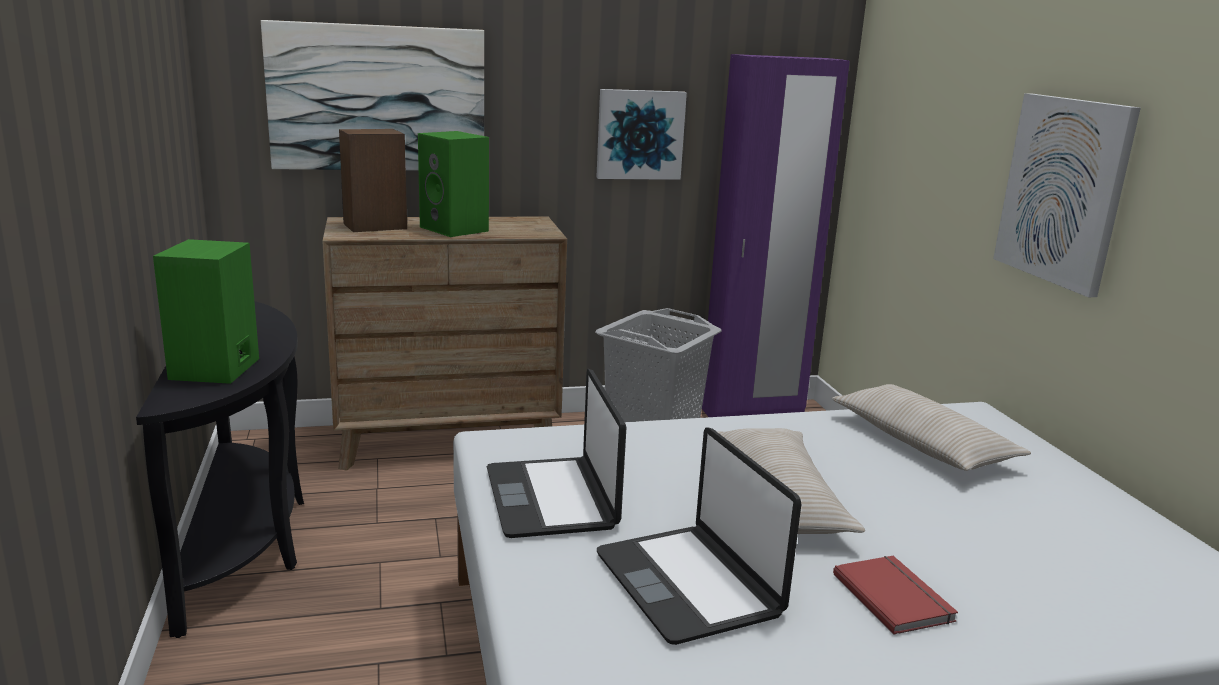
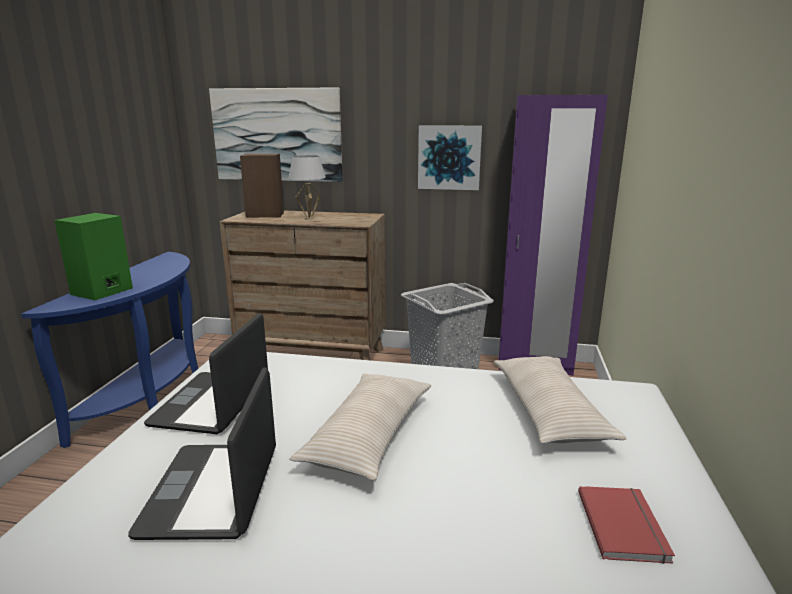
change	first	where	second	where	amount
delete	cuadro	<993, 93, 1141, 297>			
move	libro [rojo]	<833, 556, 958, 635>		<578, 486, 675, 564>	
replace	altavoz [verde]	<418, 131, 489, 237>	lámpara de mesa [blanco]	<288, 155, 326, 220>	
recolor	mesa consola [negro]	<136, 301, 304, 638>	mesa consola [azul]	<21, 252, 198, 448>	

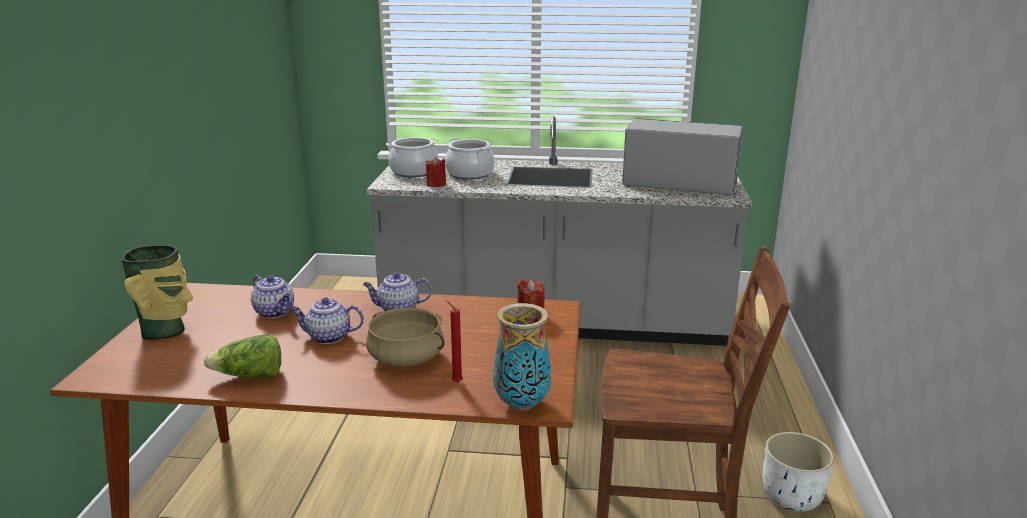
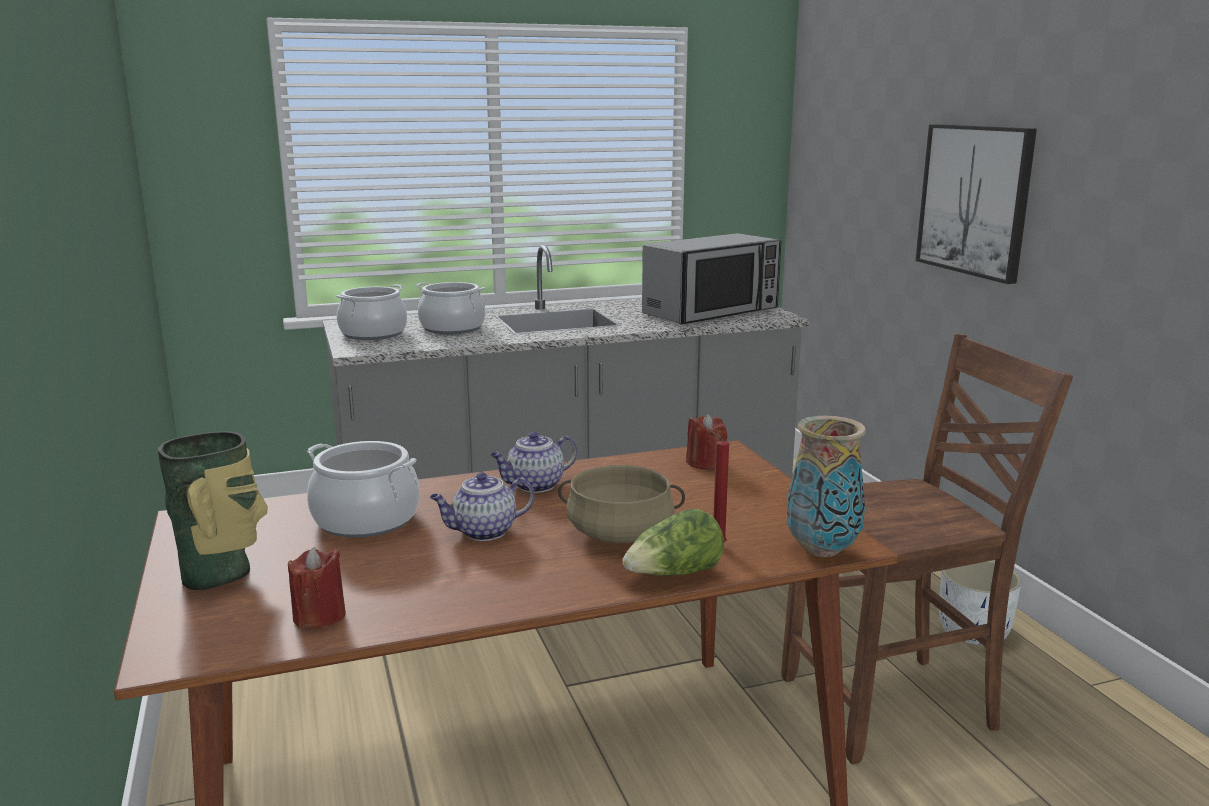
change	first	where	second	where	amount
insert			cuadro	<916, 124, 1037, 284>	
move	lechuga	<204, 335, 281, 378>		<623, 509, 724, 576>	
move	vela [rojo]	<426, 156, 446, 187>		<288, 547, 346, 629>	
replace	tetera	<251, 275, 294, 318>	olla	<307, 441, 420, 538>	
rotate	microondas	<622, 118, 743, 196>		<642, 233, 781, 324>	150 degrees clockwise

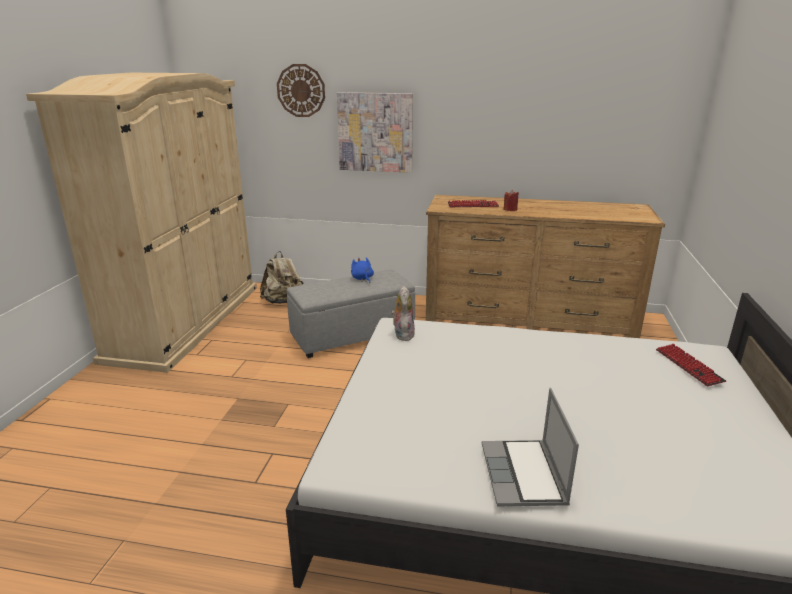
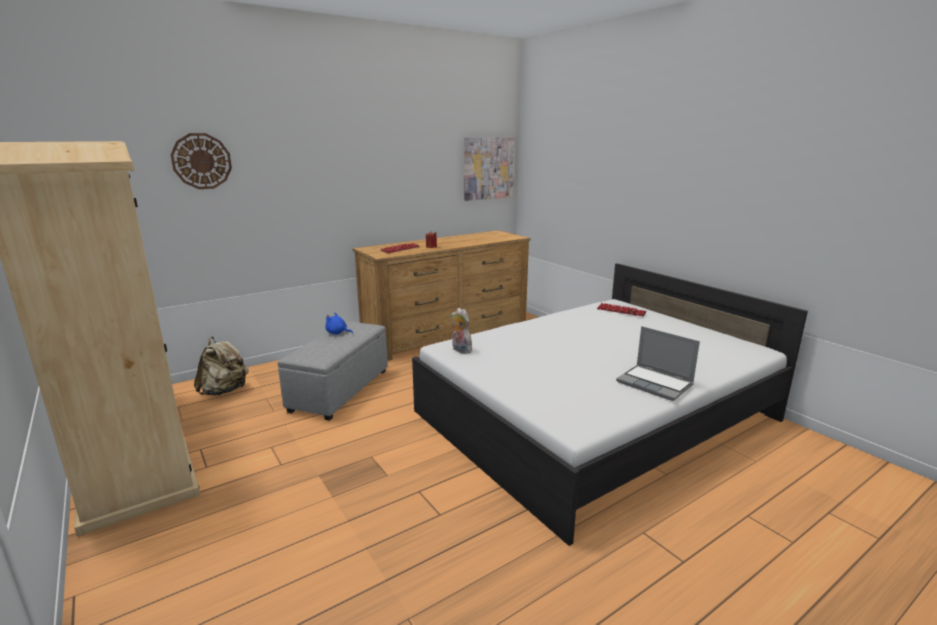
change	first	where	second	where	amount
move	cuadro	<337, 92, 413, 173>		<464, 137, 515, 201>	

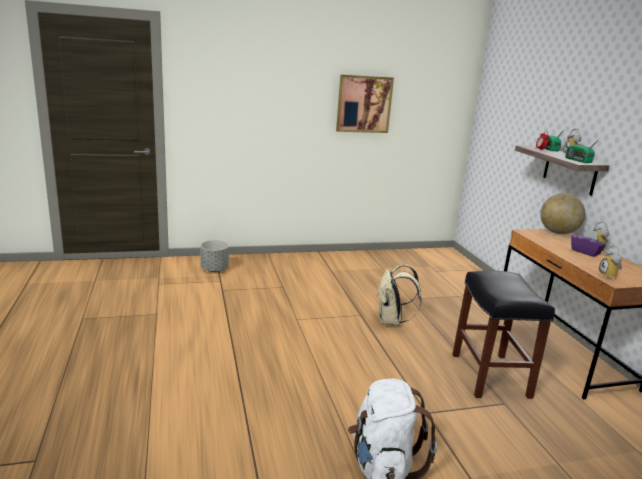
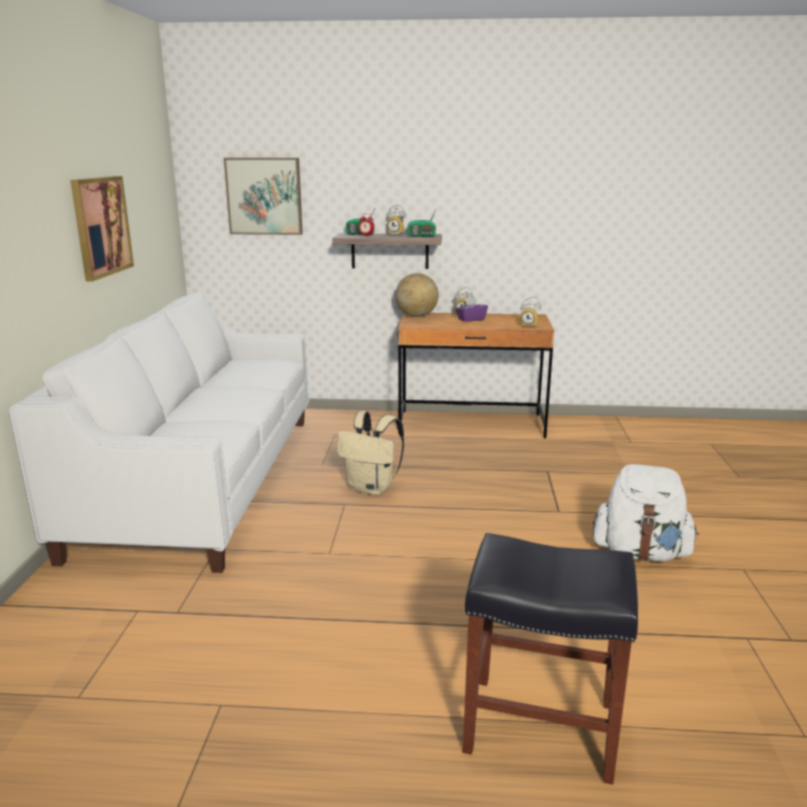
change	first	where	second	where	amount
delete	maceta [gris]	<200, 240, 229, 272>			
insert			sofá [blanco]	<9, 292, 309, 573>	
insert			cuadro	<224, 158, 303, 235>	
move	taburete [negro]	<452, 270, 555, 399>		<463, 533, 638, 784>	

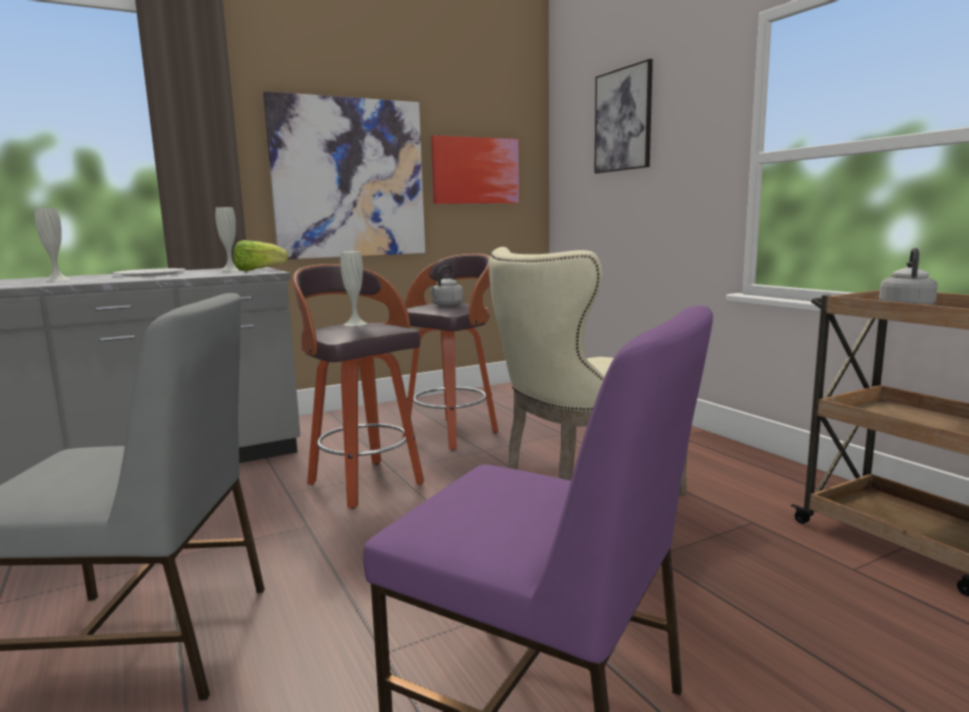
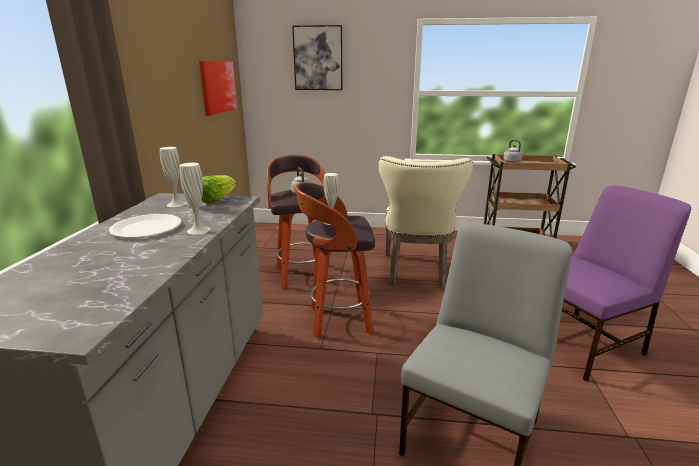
change	first	where	second	where	amount
delete	cuadro	<263, 91, 425, 259>			
move	florero [blanco]	<35, 208, 70, 281>		<179, 163, 211, 235>	

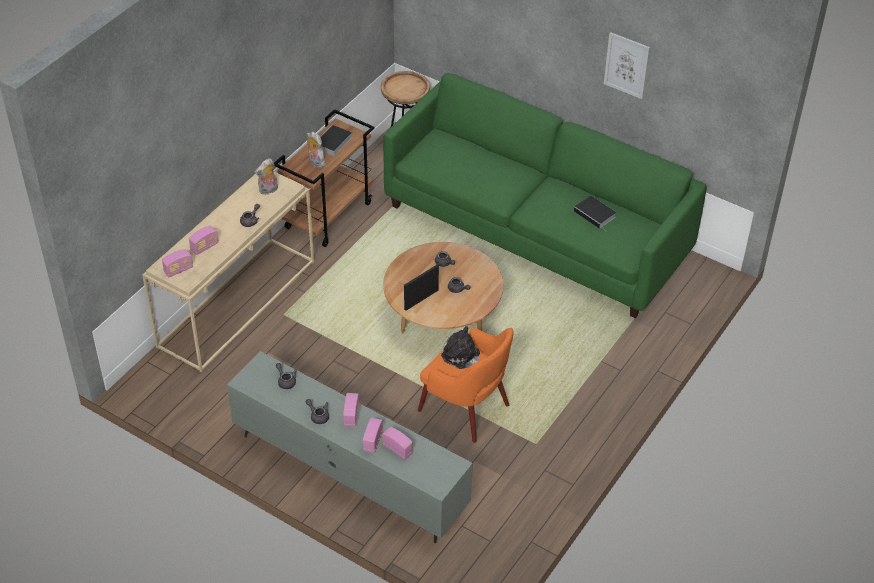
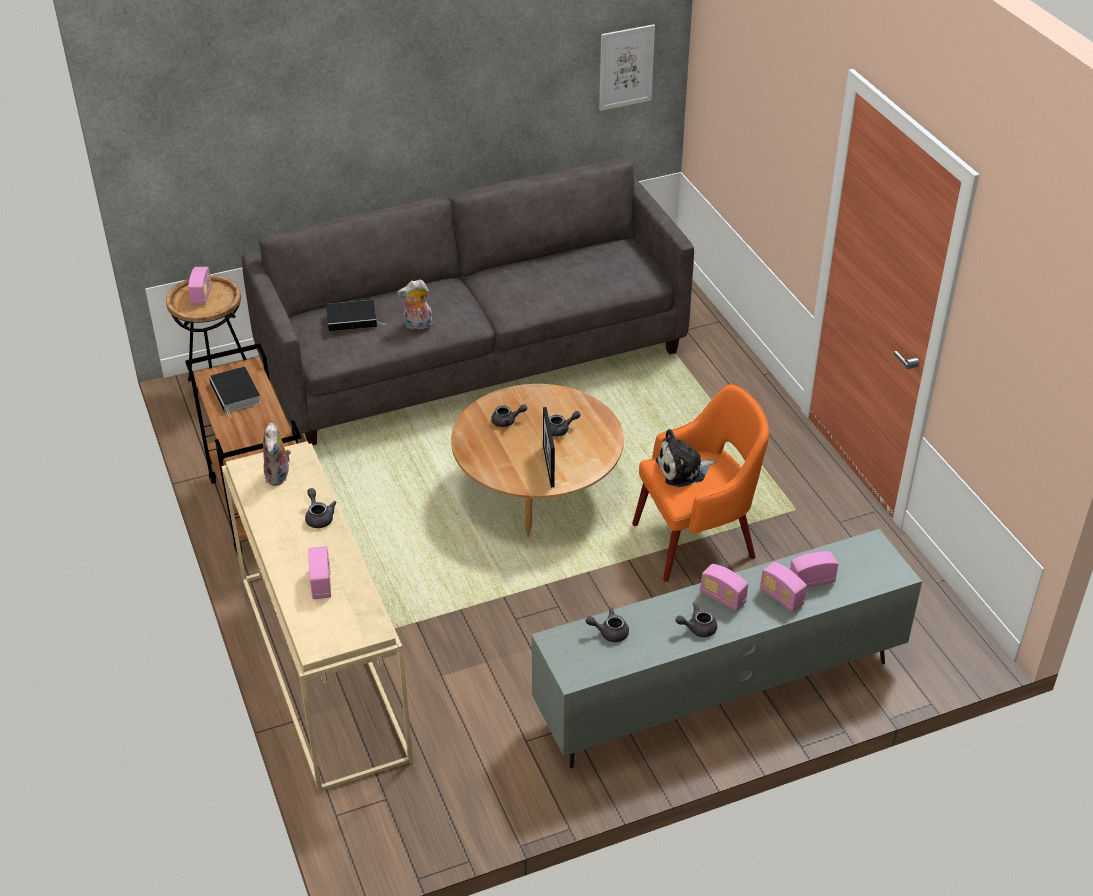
change	first	where	second	where	amount
move	radio	<162, 249, 193, 277>		<188, 267, 212, 305>	
move	peluche	<307, 132, 326, 168>		<397, 279, 434, 331>	
move	libro	<574, 196, 616, 231>		<326, 300, 386, 331>	
move	cuadro	<604, 32, 650, 99>		<599, 24, 655, 111>	
recolor	sofá [verde]	<383, 73, 707, 318>	sofá [gris]	<242, 159, 694, 445>	

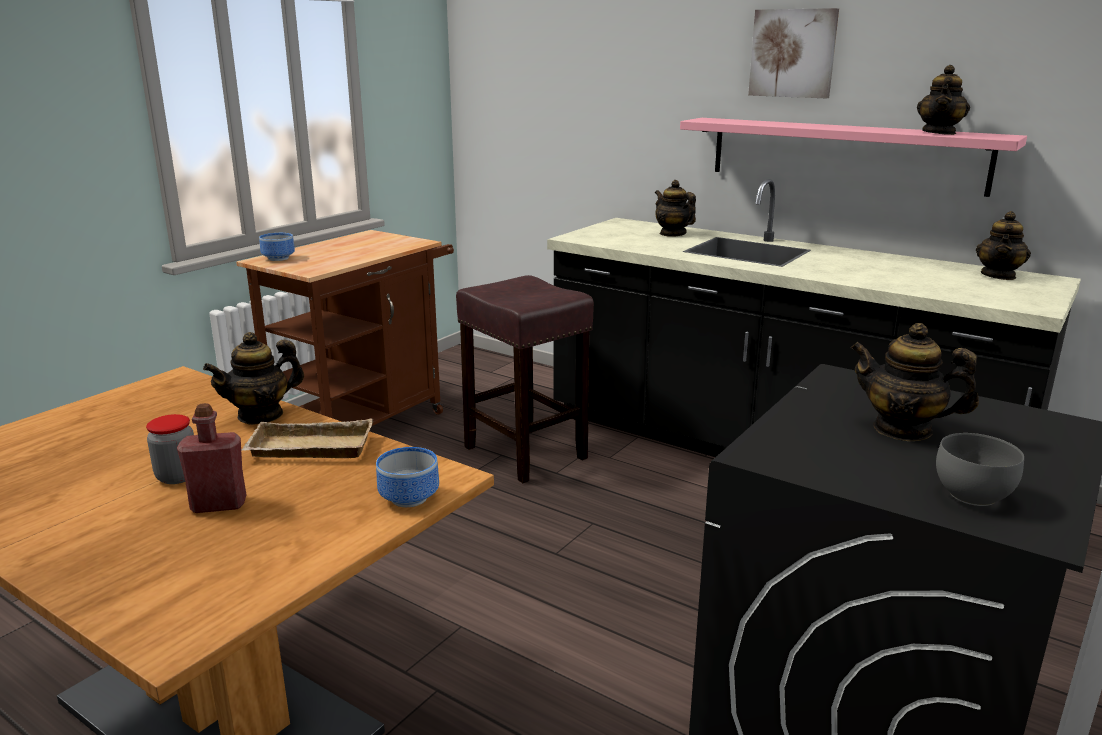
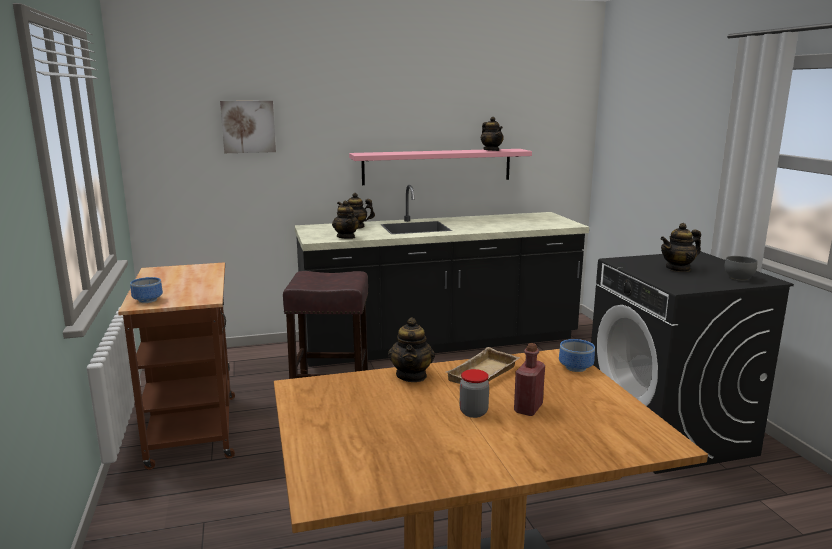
change	first	where	second	where	amount
move	cuadro	<748, 8, 839, 98>		<220, 101, 276, 153>	
move	tetera	<976, 211, 1031, 280>		<332, 201, 359, 239>	

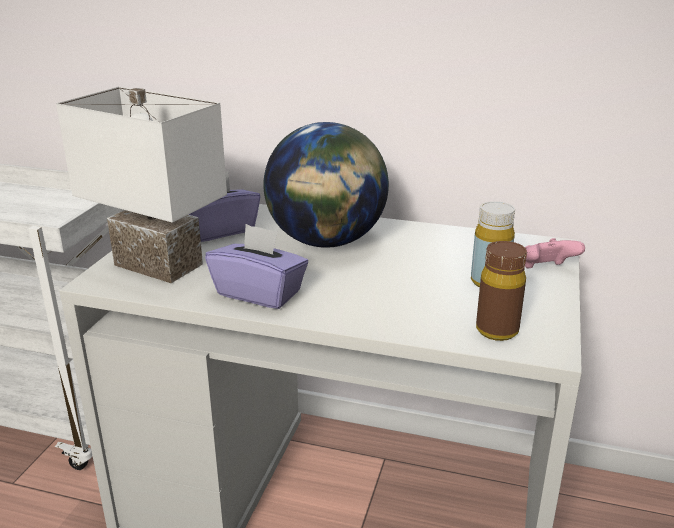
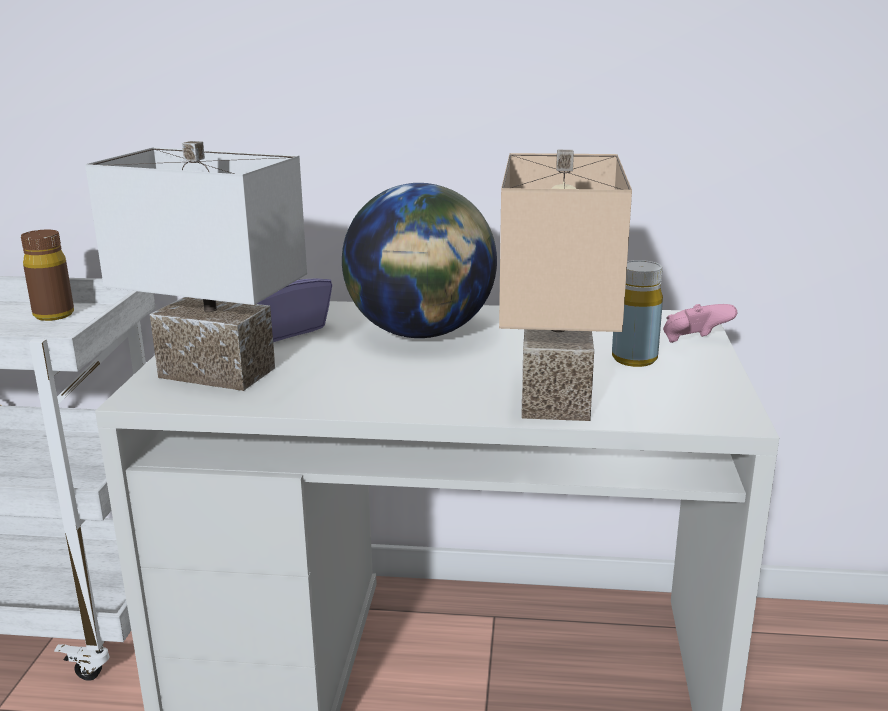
change	first	where	second	where	amount
delete	caja de pañuelos [morado]	<205, 224, 308, 309>			
insert			lámpara de mesa [beis]	<499, 150, 632, 421>	
move	botella [marrón]	<476, 241, 527, 341>		<21, 230, 74, 321>	

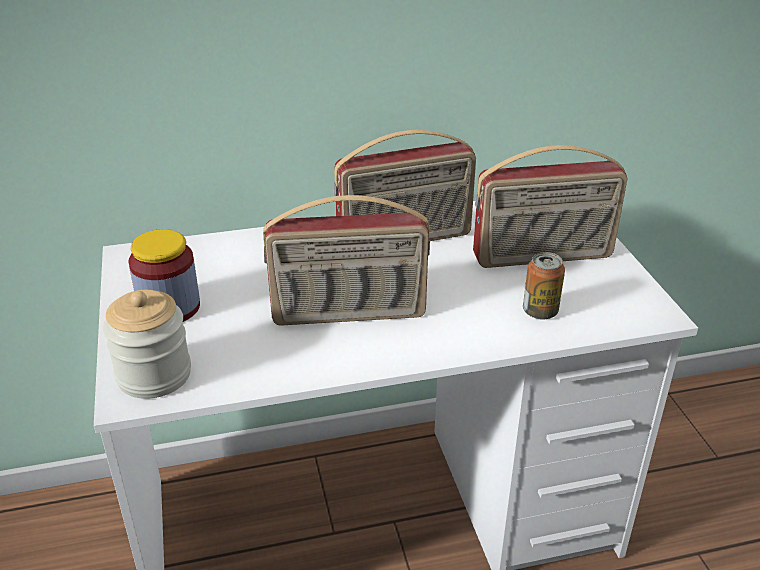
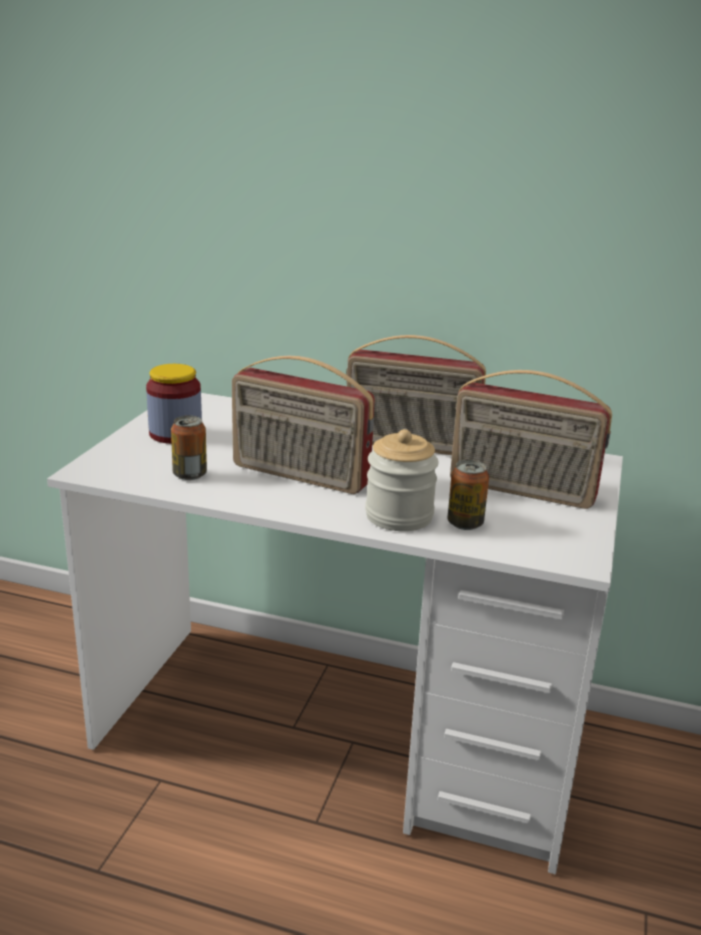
change	first	where	second	where	amount
insert			lata	<171, 415, 207, 480>	
move	tarro	<103, 290, 191, 399>		<365, 429, 439, 531>	

